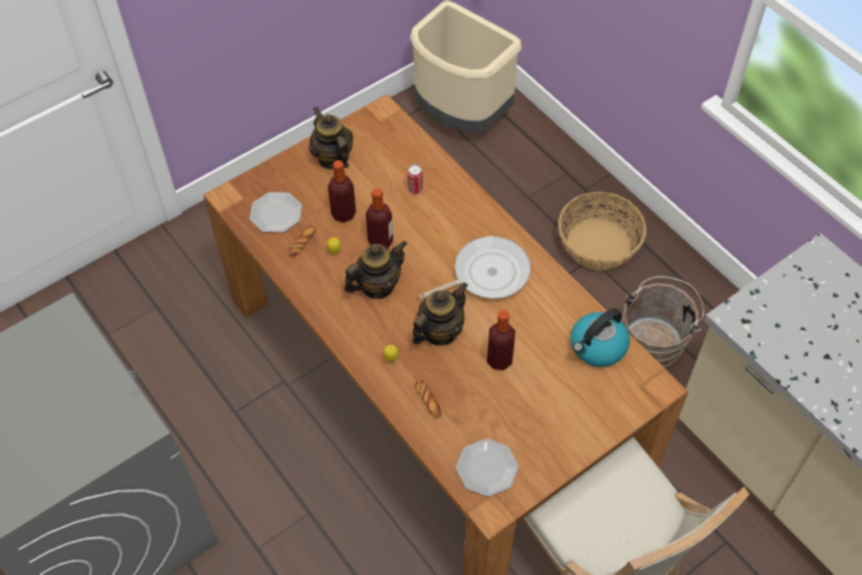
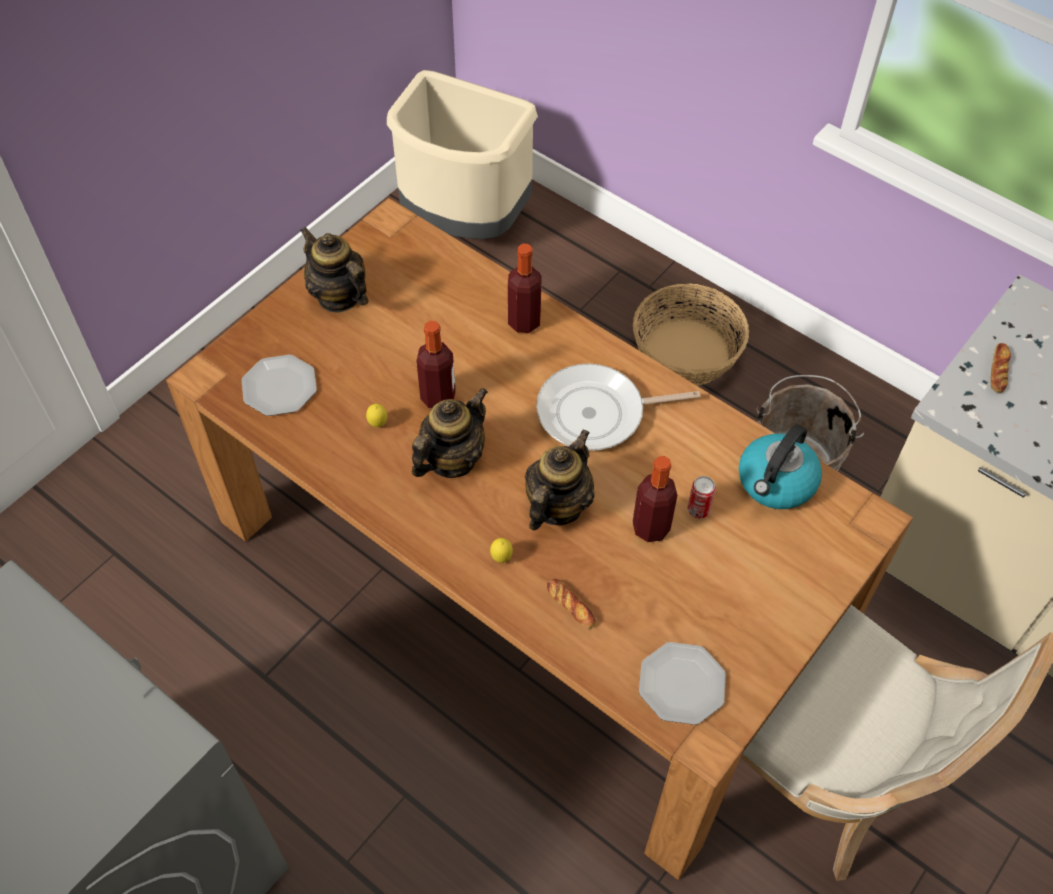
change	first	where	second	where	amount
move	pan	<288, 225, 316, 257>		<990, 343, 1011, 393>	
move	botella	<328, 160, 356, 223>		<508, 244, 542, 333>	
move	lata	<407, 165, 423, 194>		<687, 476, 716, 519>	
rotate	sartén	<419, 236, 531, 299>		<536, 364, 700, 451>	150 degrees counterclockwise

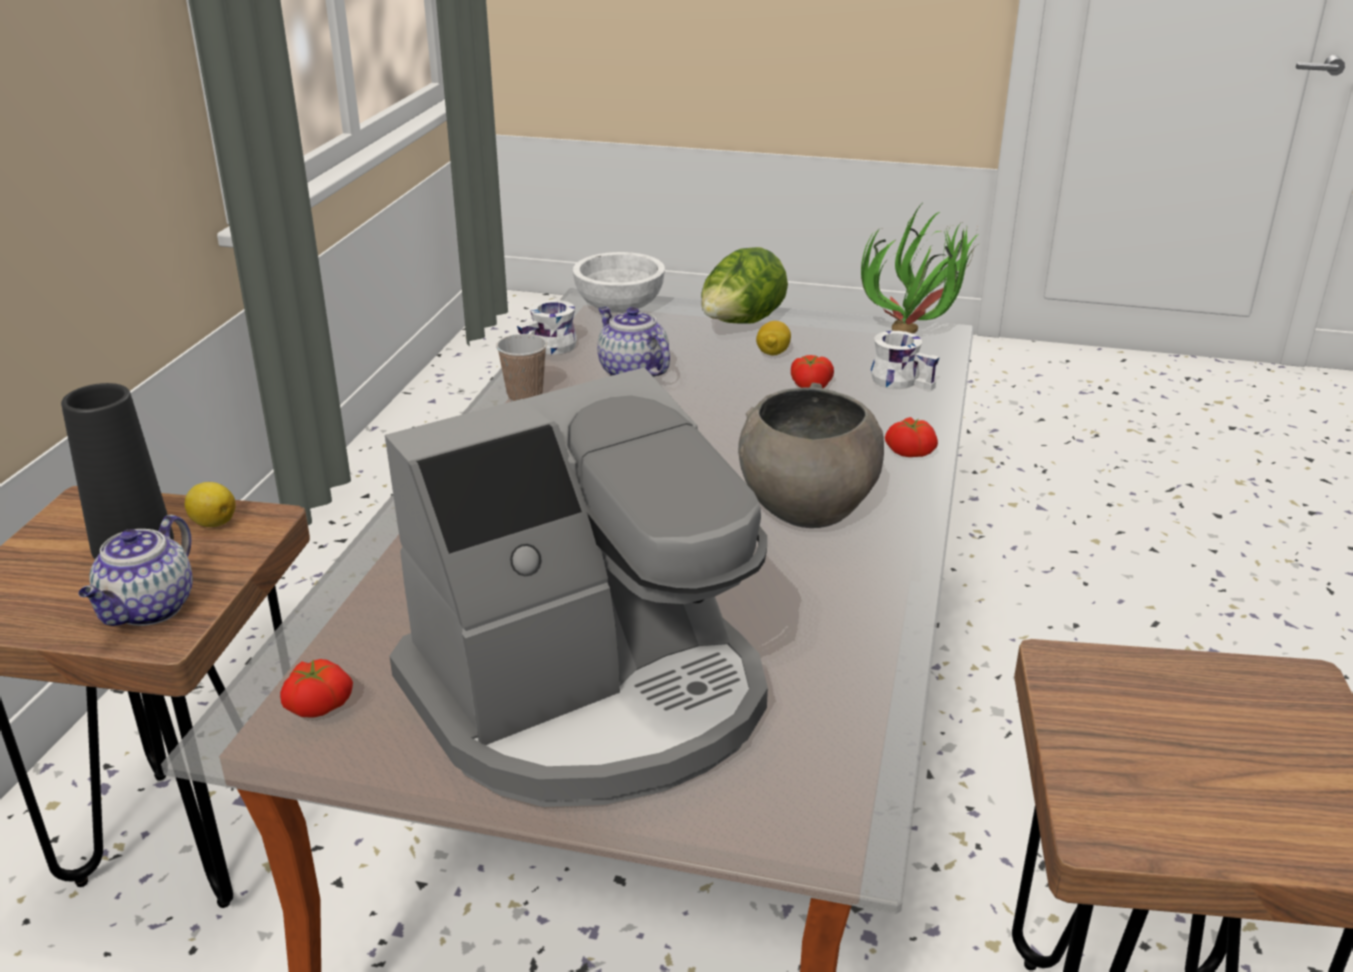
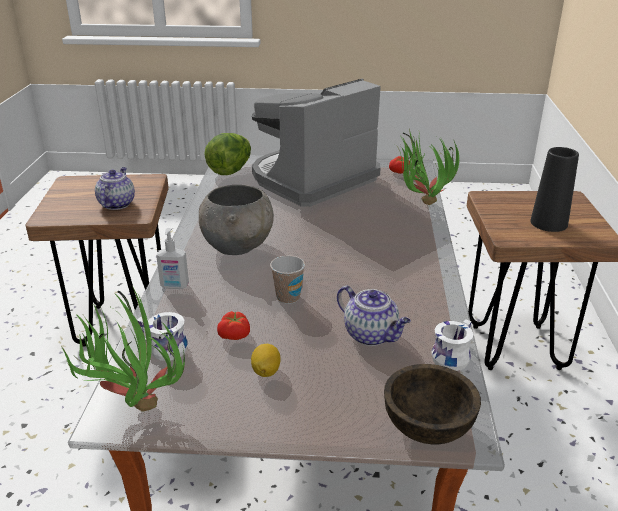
change	first	where	second	where	amount
delete	limón	<185, 482, 236, 527>			
insert			planta en maceta	<395, 129, 459, 205>	
move	tetera	<78, 515, 193, 626>		<95, 167, 135, 210>	
move	taza	<496, 334, 547, 401>		<270, 256, 305, 304>	
move	lechuga	<701, 247, 788, 323>		<204, 133, 251, 175>	
replace	tomate	<885, 417, 938, 457>	dispensador de jabón	<156, 228, 189, 289>	
recolor	cuenco [blanco]	<573, 252, 665, 313>	cuenco [marrón]	<384, 364, 481, 444>	

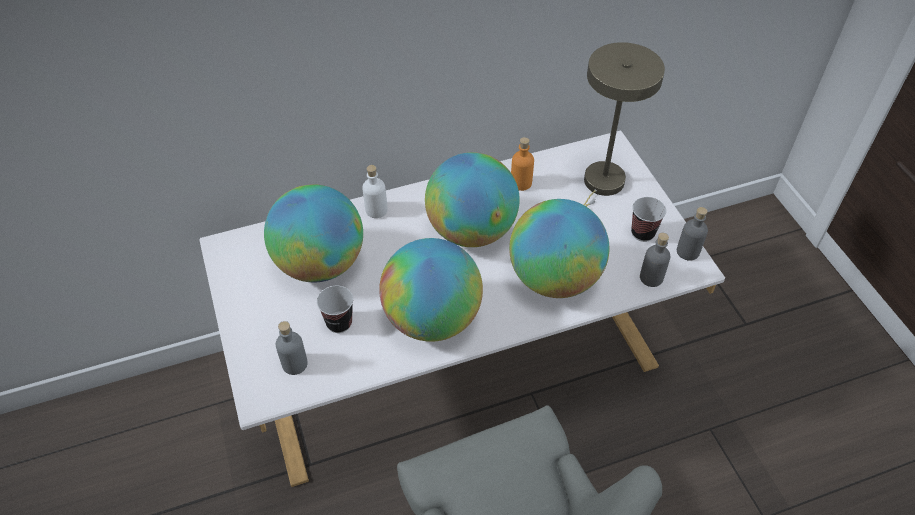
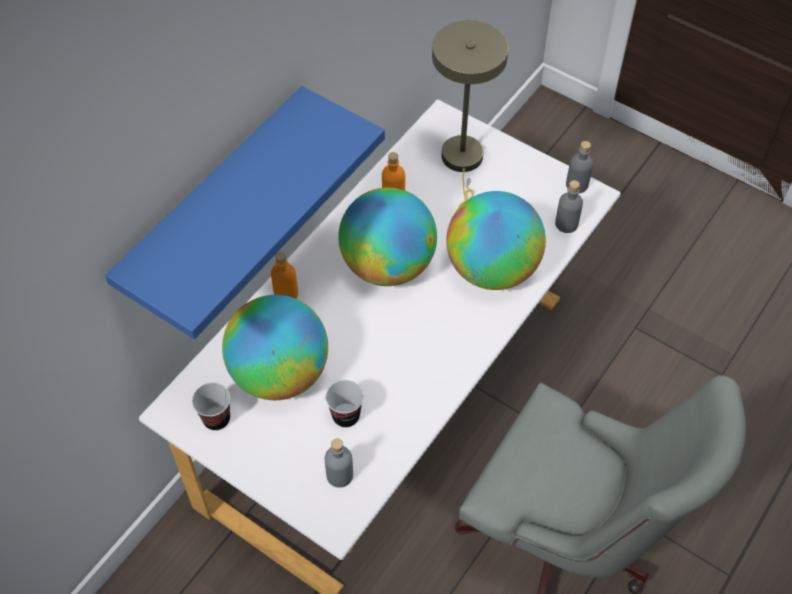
change	first	where	second	where	amount
delete	globo terráqueo	<379, 238, 483, 342>			
insert			estante [azul]	<105, 86, 385, 339>	
move	taza	<631, 197, 666, 242>		<192, 383, 230, 431>	
recolor	botella [blanco]	<362, 165, 388, 218>	botella [naranja]	<271, 252, 298, 299>	

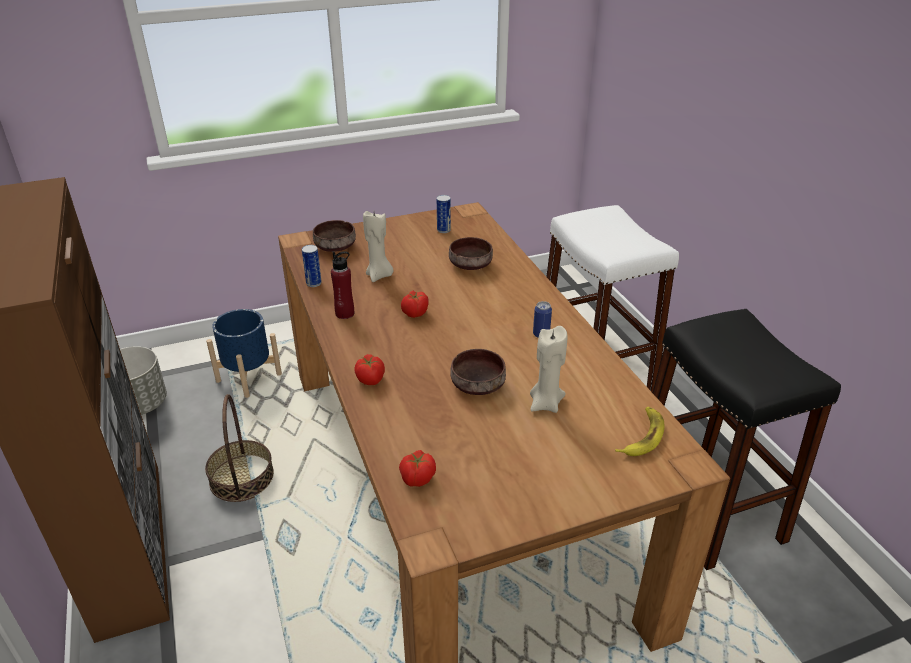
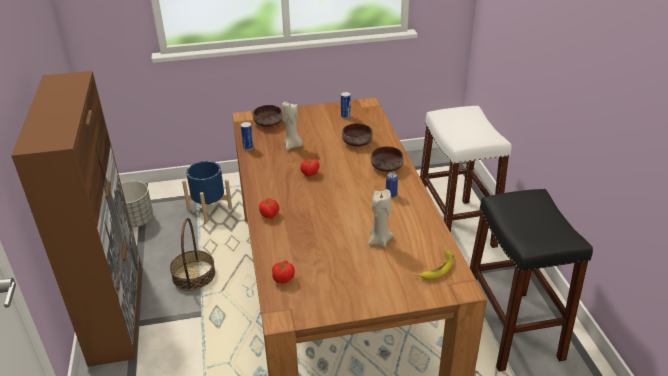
change	first	where	second	where	amount
delete	botella [rojo]	<331, 251, 354, 319>			
move	cuenco [marrón]	<450, 349, 506, 395>		<371, 146, 403, 172>	

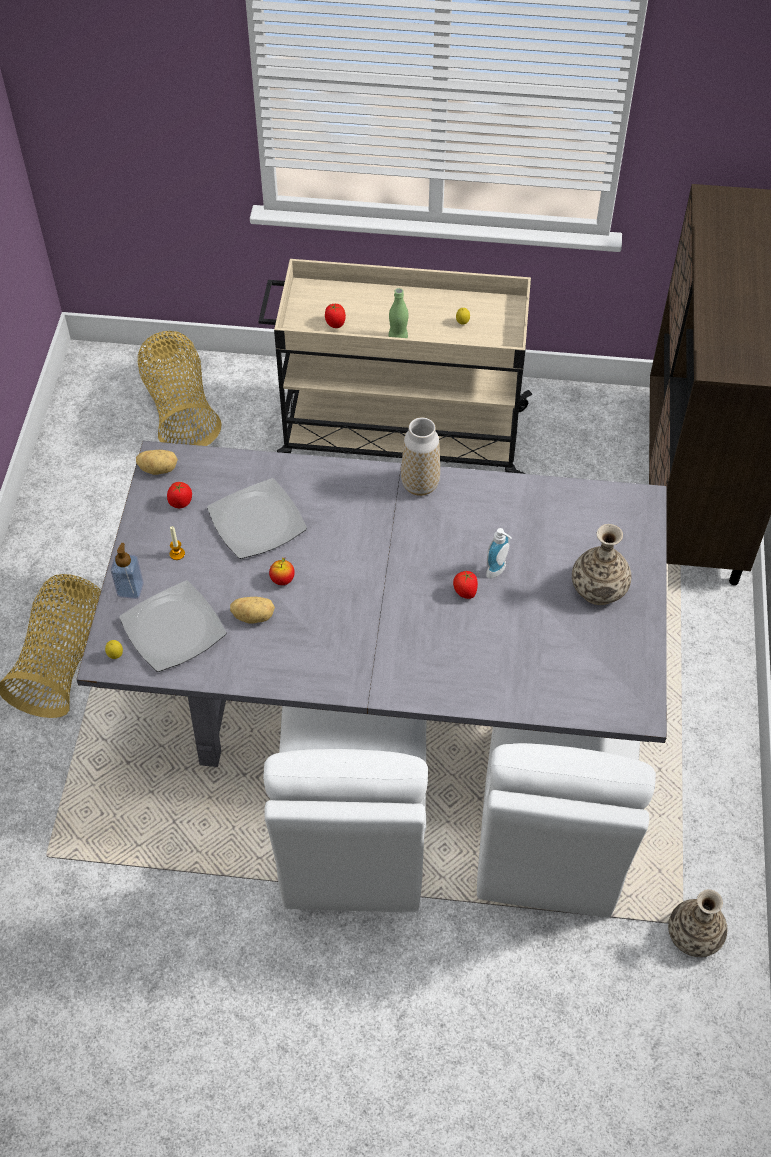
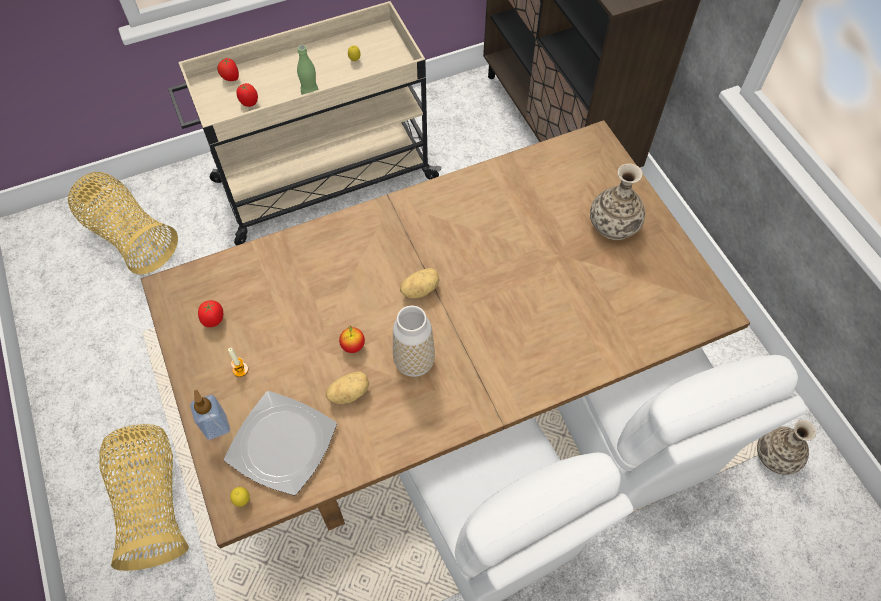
change	first	where	second	where	amount
delete	plato	<207, 478, 307, 559>			
delete	dispensador de jabón	<486, 528, 512, 579>			
move	patata	<136, 450, 178, 475>		<400, 268, 440, 298>	
move	florero	<401, 418, 440, 496>		<393, 305, 435, 377>	
move	tomate	<453, 571, 478, 599>		<218, 58, 239, 81>	
recolor	mesa de comedor [gris]	<76, 441, 667, 767>	mesa de comedor [marrón]	<141, 120, 750, 549>	

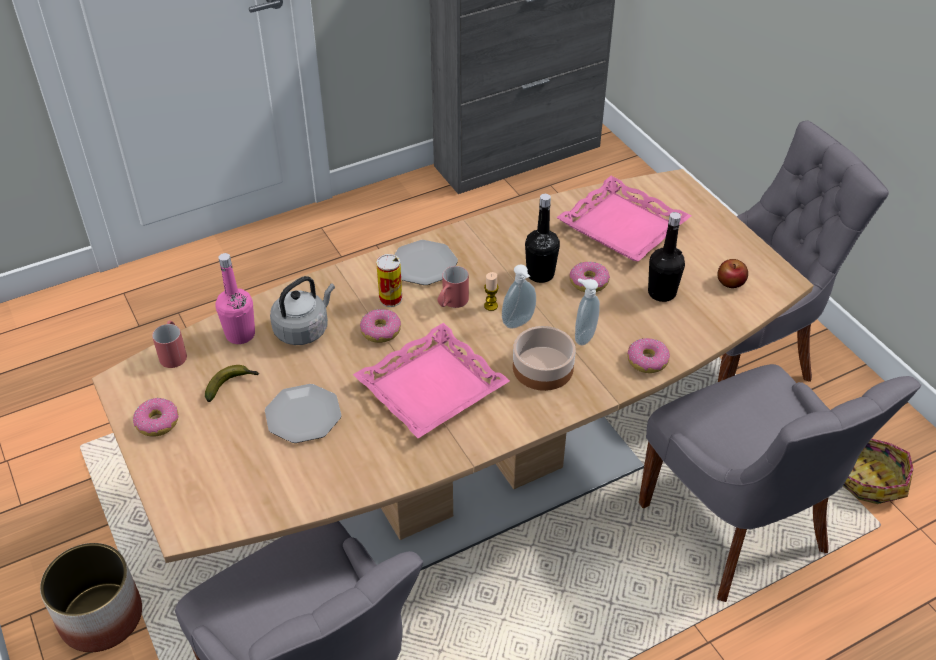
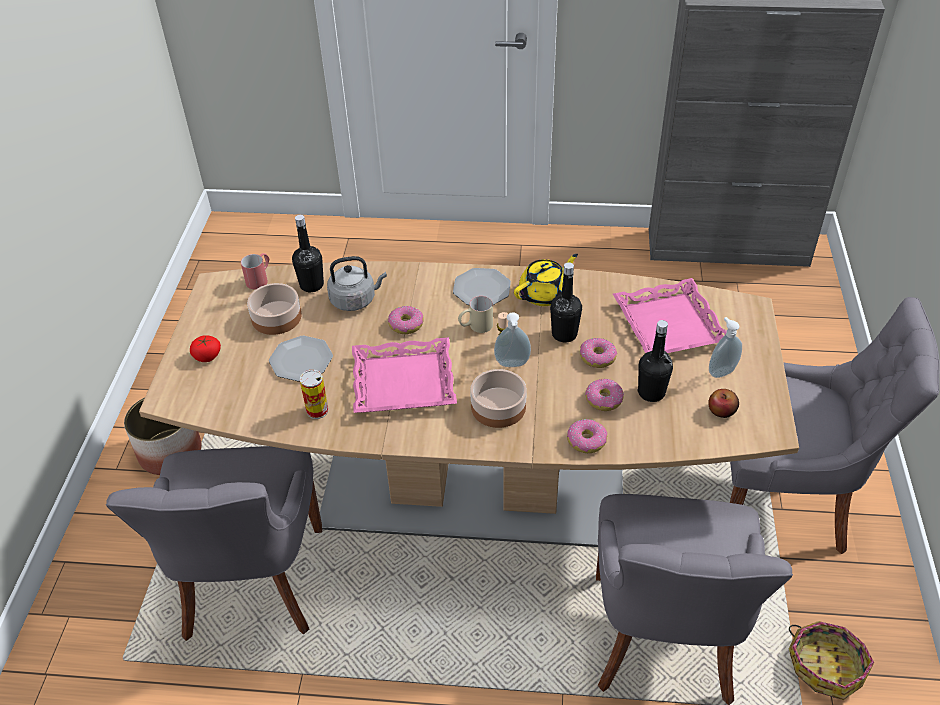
change	first	where	second	where	amount
insert			tomate	<190, 335, 221, 362>	
insert			tetera [amarillo]	<514, 254, 578, 306>	
move	rosquilla	<133, 398, 178, 437>		<585, 379, 624, 411>	
move	lata	<376, 254, 402, 307>		<300, 370, 329, 419>	
move	dispensador de jabón	<575, 278, 600, 345>		<709, 317, 742, 378>	
replace	plátano	<205, 365, 259, 402>	cuenco	<247, 283, 301, 335>	
recolor	botella [rosa]	<215, 253, 255, 344>	botella [negro]	<292, 215, 324, 292>	
recolor	taza grande [rojo]	<437, 266, 469, 308>	taza grande [beis]	<458, 296, 493, 333>	

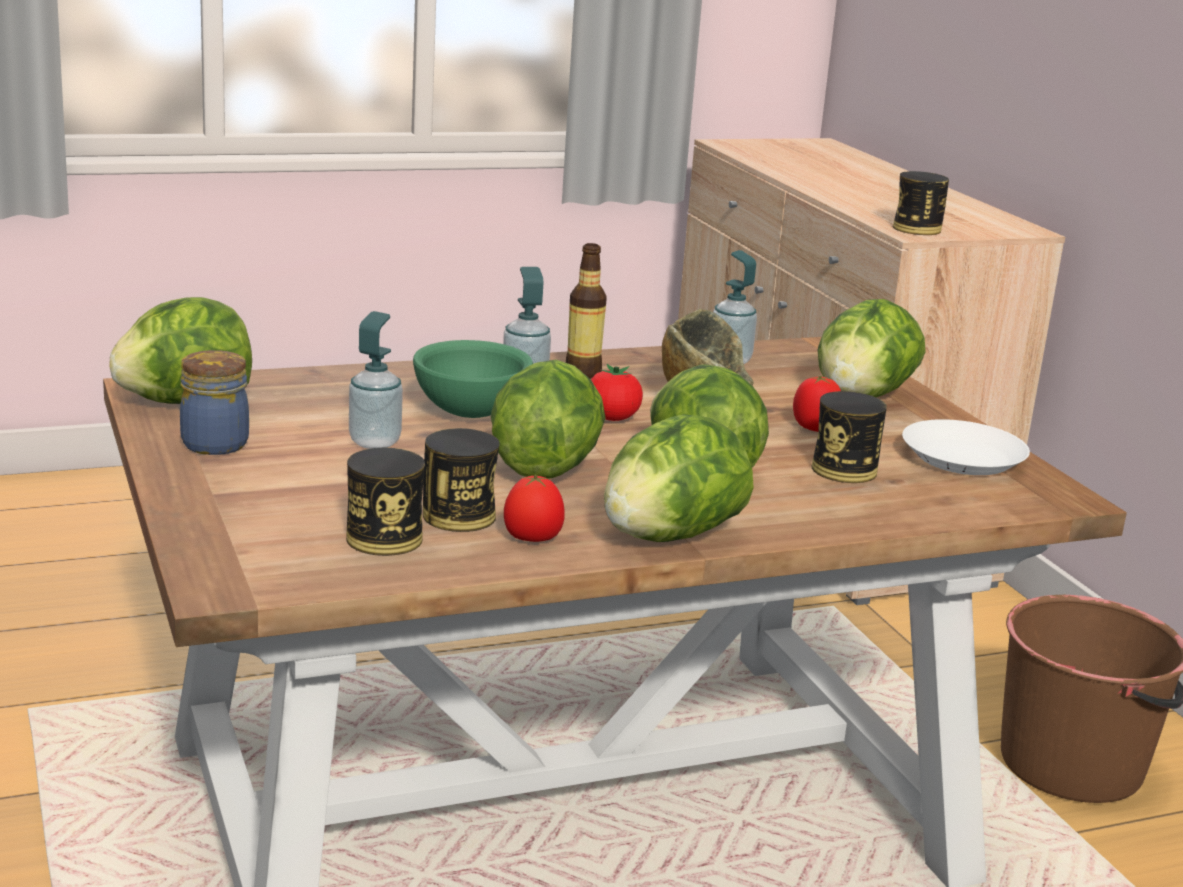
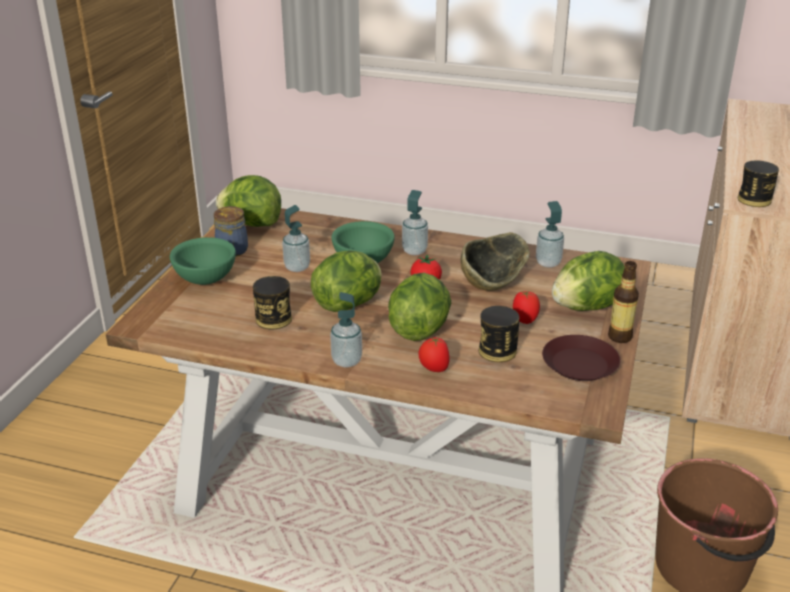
change	first	where	second	where	amount
delete	lata	<346, 448, 425, 556>			
insert			cuenco [verde]	<170, 237, 236, 285>	
move	tomate	<504, 474, 565, 542>		<419, 337, 449, 372>	
move	botella	<566, 243, 607, 379>		<608, 261, 639, 343>	
replace	lechuga	<604, 414, 754, 542>	dispensador de jabón	<330, 292, 362, 368>	
recolor	plato [blanco]	<902, 419, 1030, 475>	plato [marrón]	<542, 335, 620, 381>	

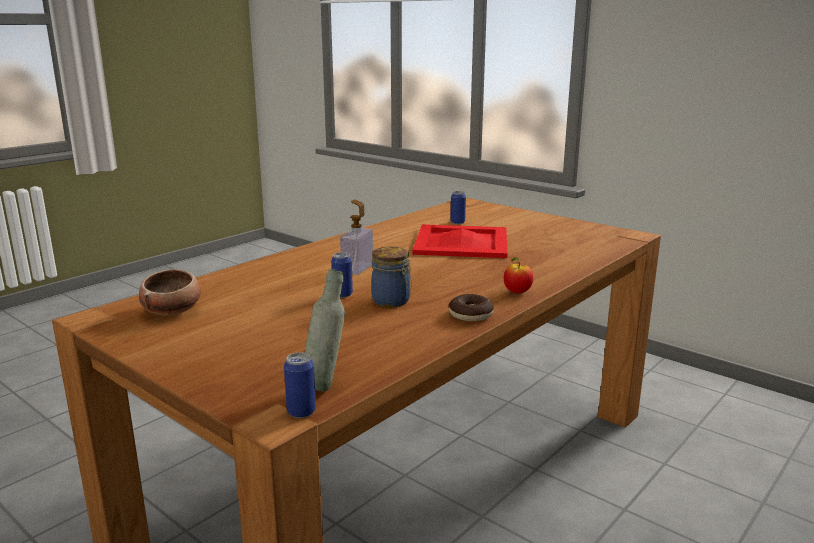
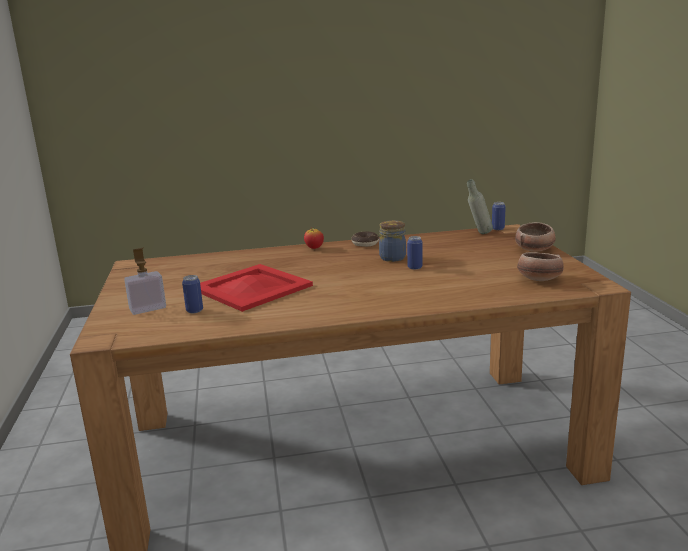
change	first	where	second	where	amount
insert			cuenco	<515, 222, 556, 252>	
move	dispensador de jabón	<340, 200, 373, 275>		<124, 248, 166, 315>	

